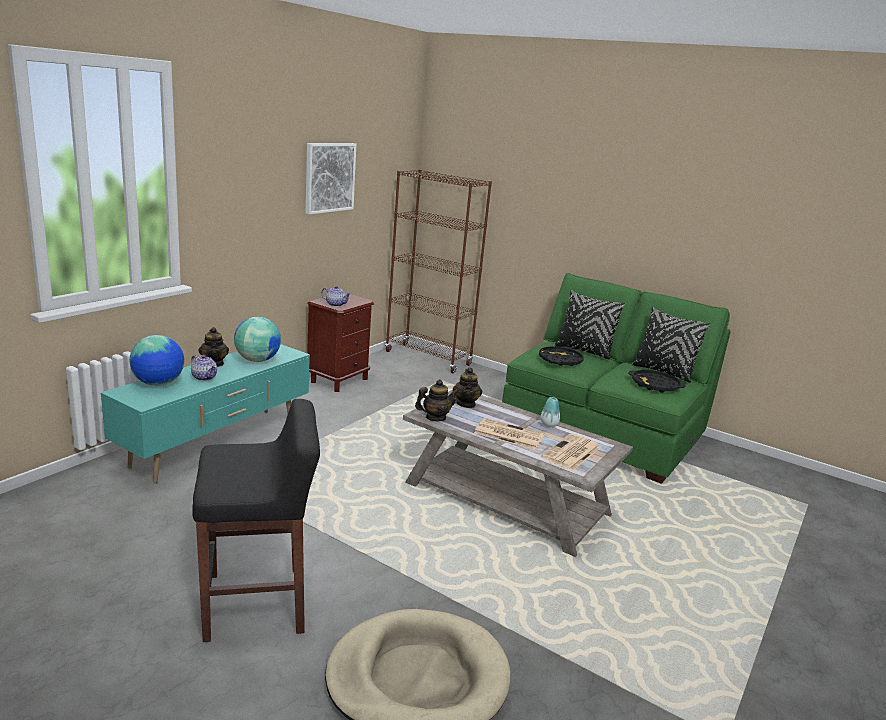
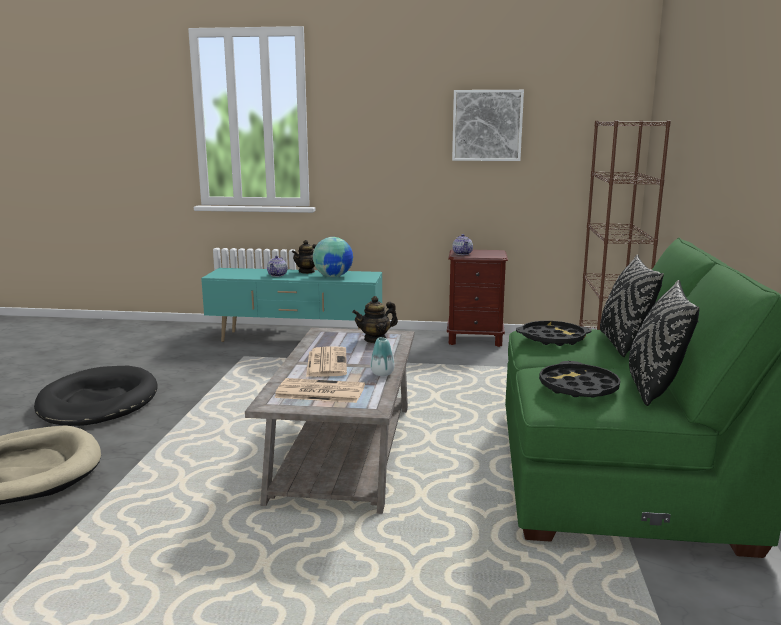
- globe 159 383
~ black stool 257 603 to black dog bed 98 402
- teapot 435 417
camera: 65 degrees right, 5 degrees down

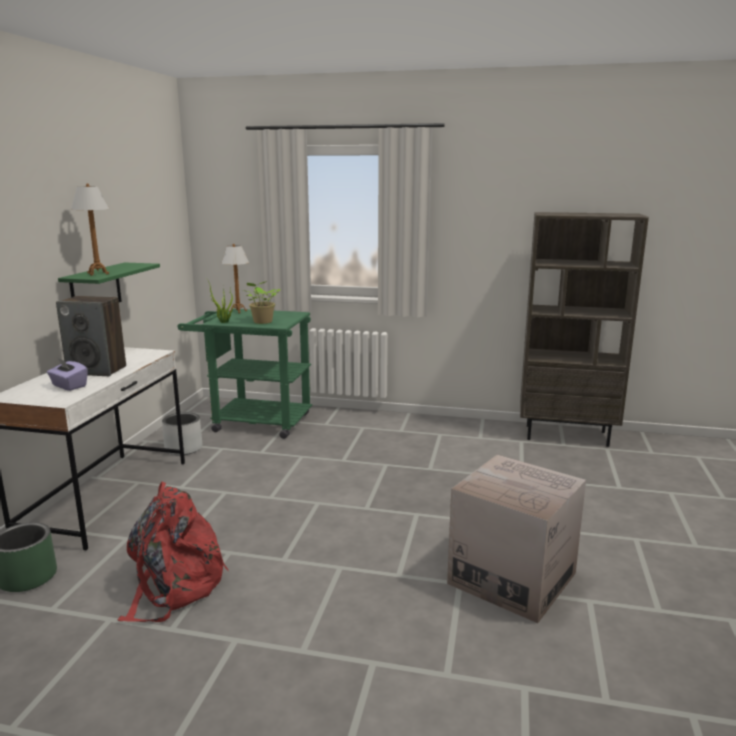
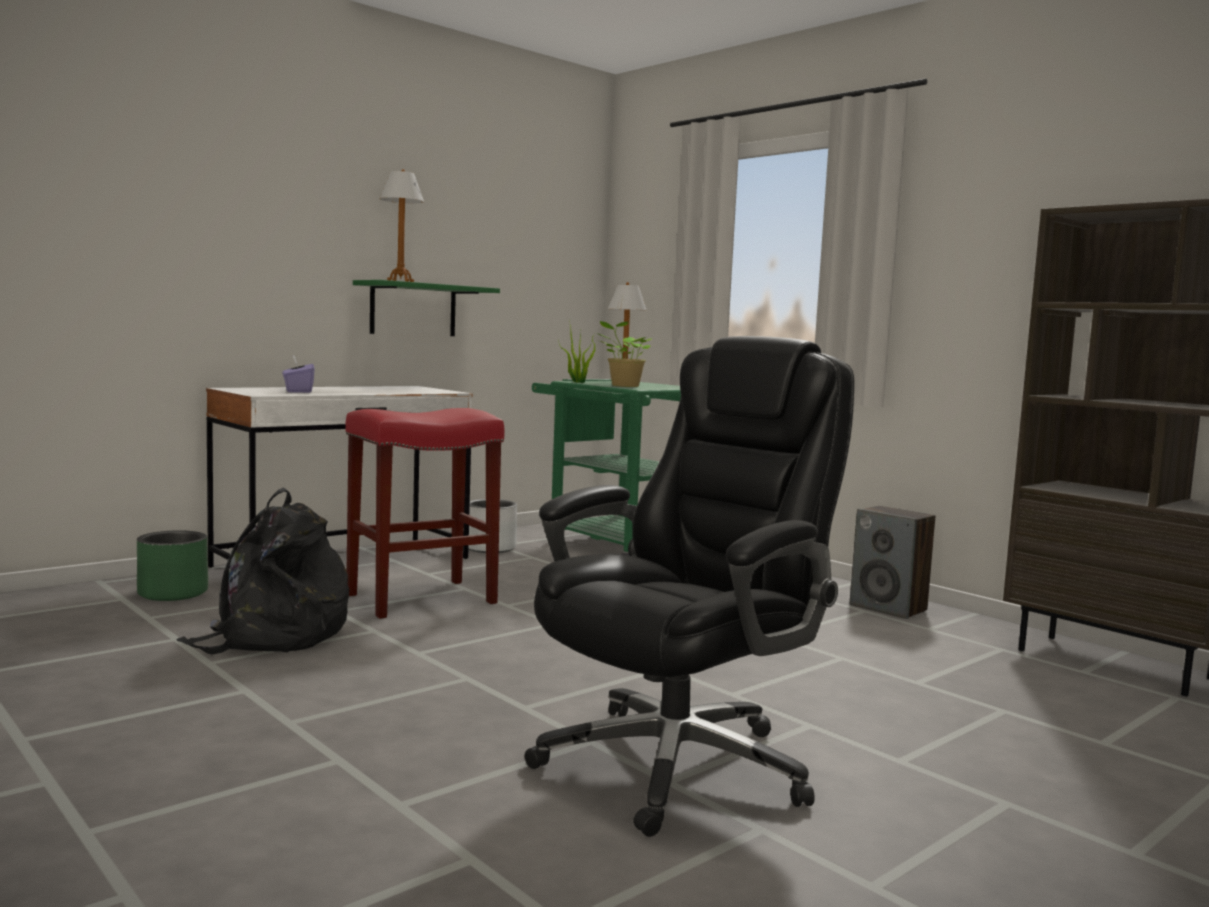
~ speaker 97 370 to 889 608
~ red backpack 174 586 to black backpack 273 636
~ cardboard box 512 578 to black office chair 679 764
+ red stool 419 599
camera: 35 degrees right, 10 degrees down

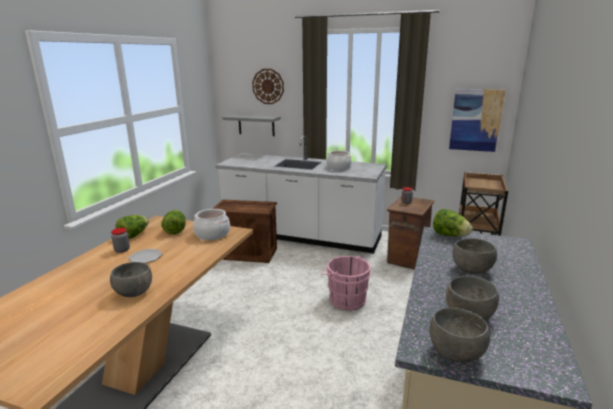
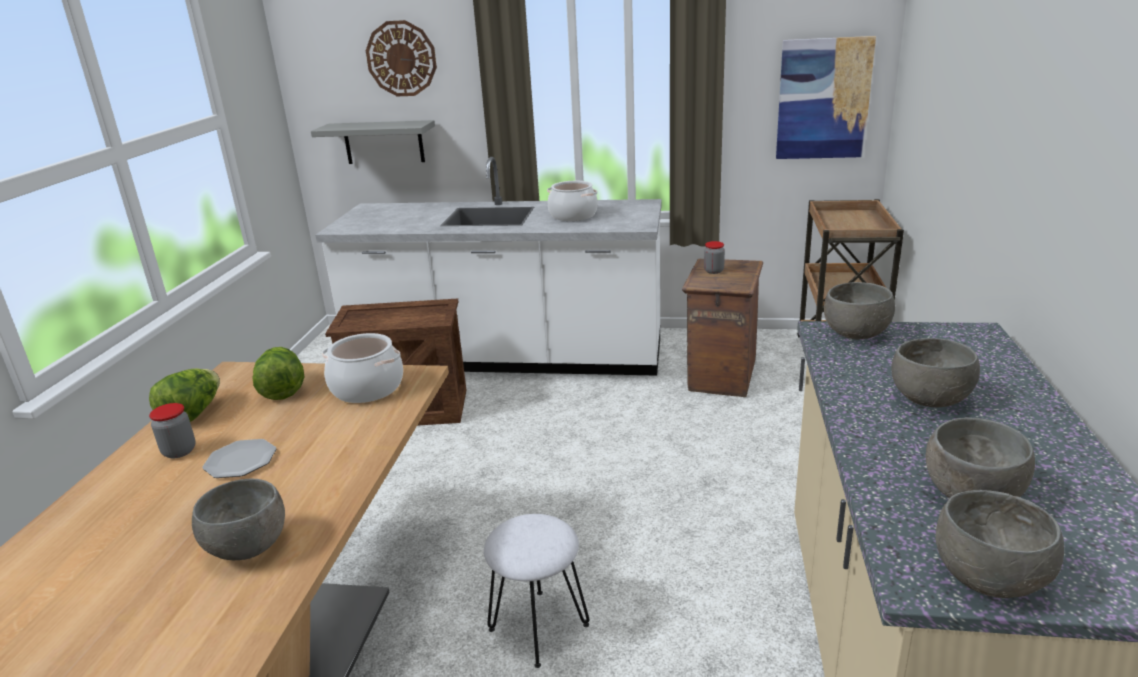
- pink bucket 345 299
~ lettuce 450 235 to grey bowl 855 334
+ white stool 539 627
camera: 10 degrees left, 5 degrees up

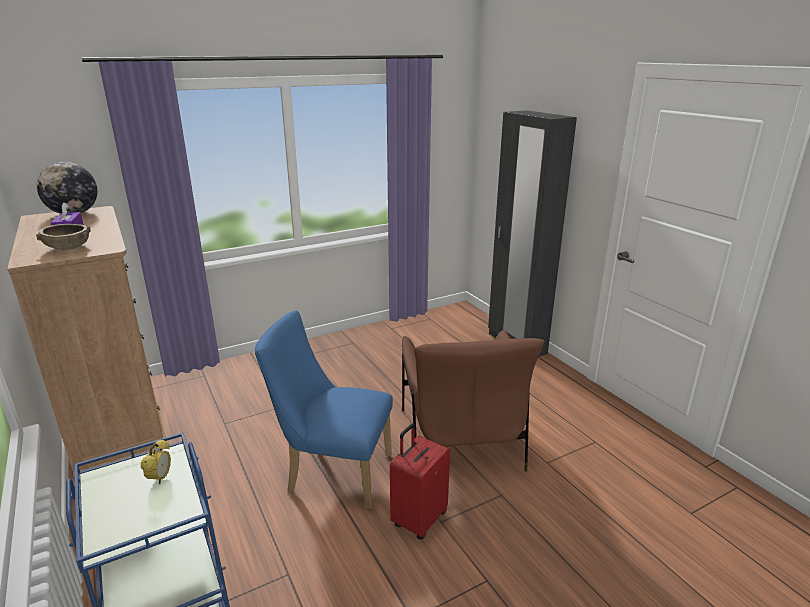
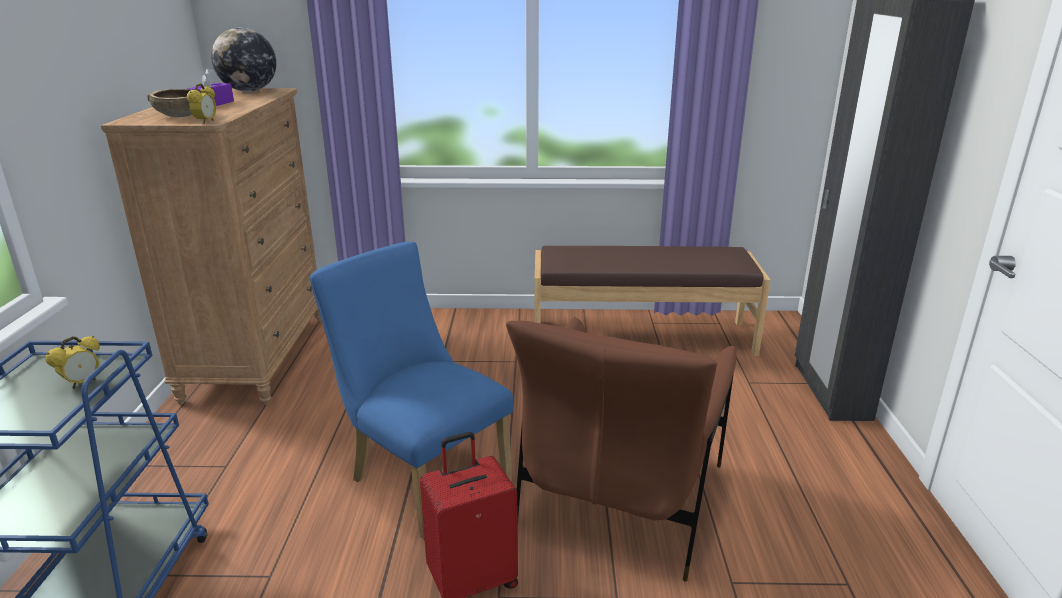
+ alarm clock 206 122
+ brown bench 641 336
camera: 30 degrees right, 0 degrees up

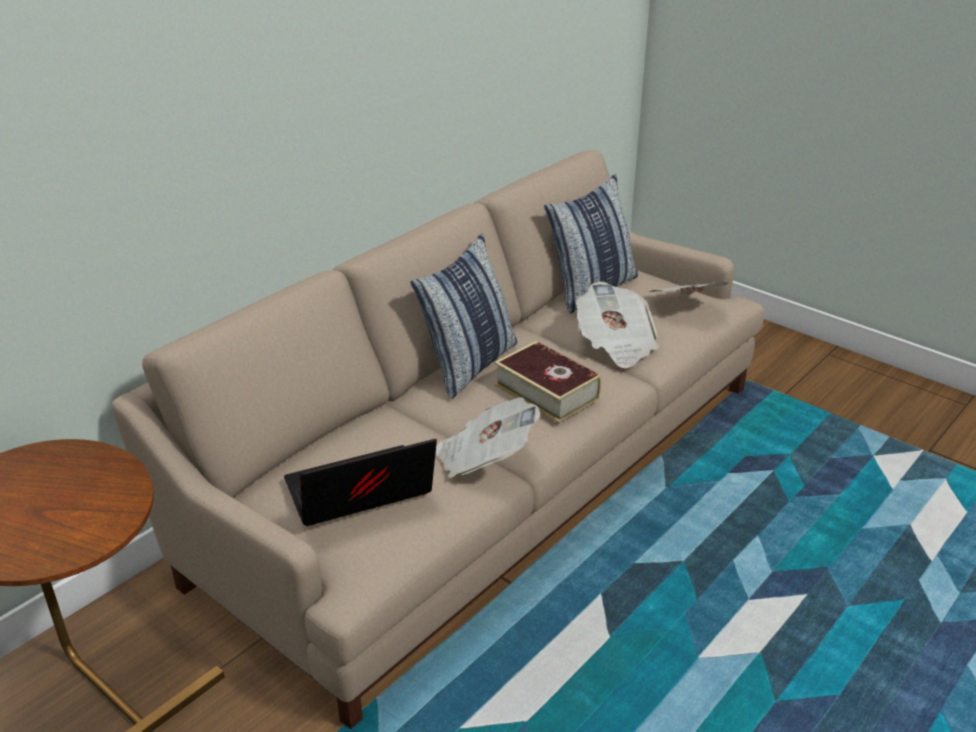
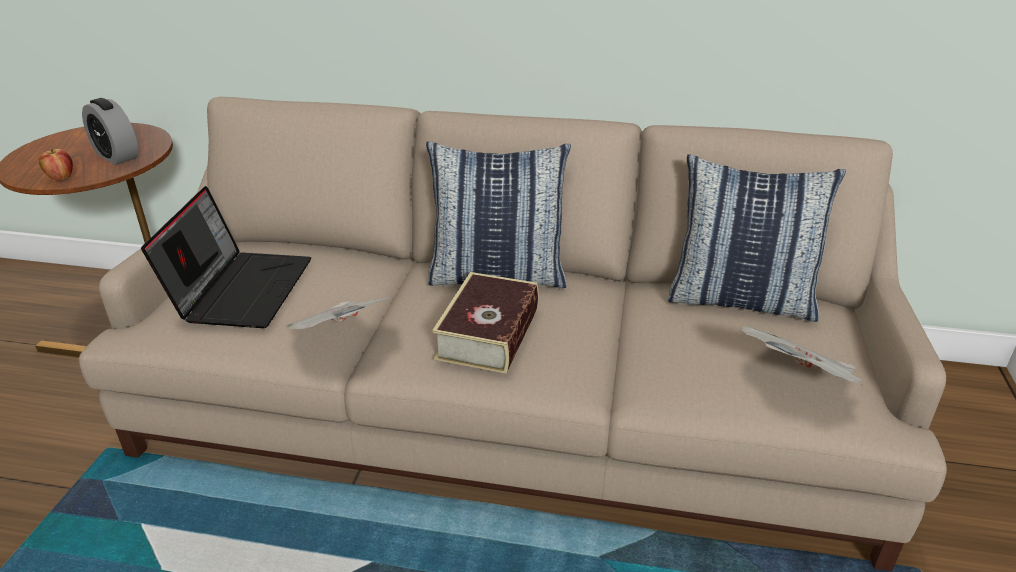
~ laptop 358 495 = 241 289 60 degrees clockwise
- newspaper 615 345
+ apple 61 177
+ alarm clock 117 156
camera: 60 degrees right, 0 degrees up

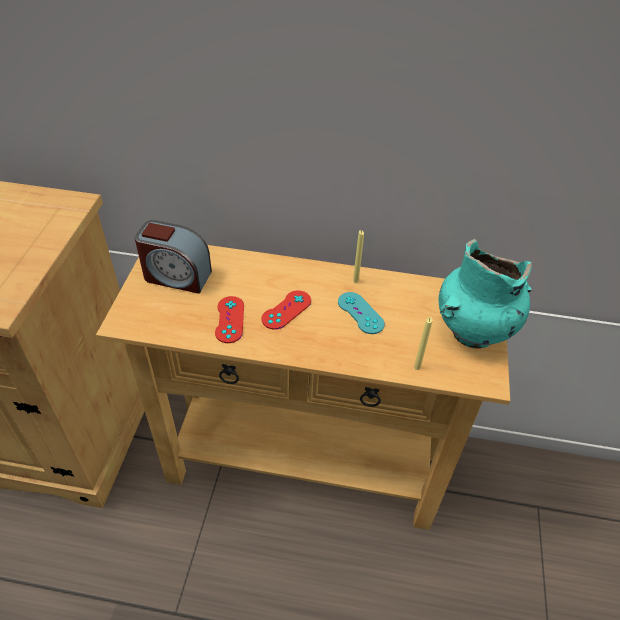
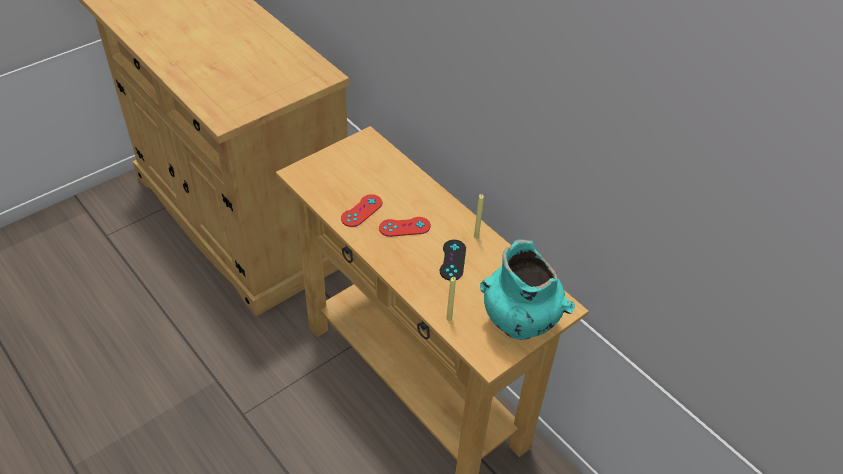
- alarm clock 176 276
~ turquoise game controller 360 313 to black game controller 452 260
camera: 40 degrees right, 0 degrees up

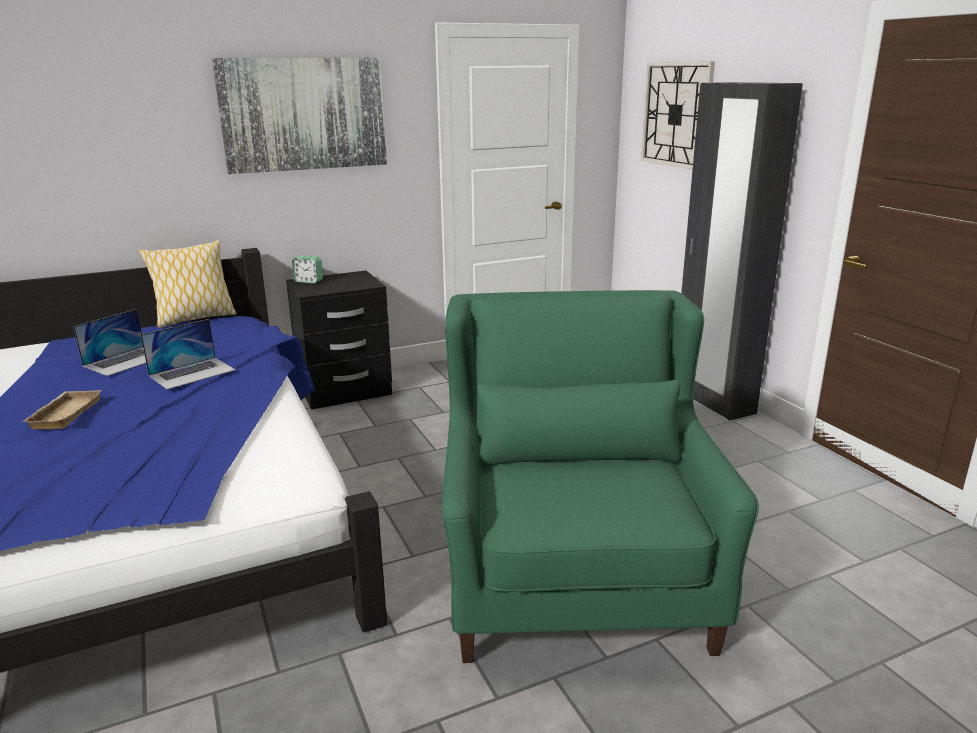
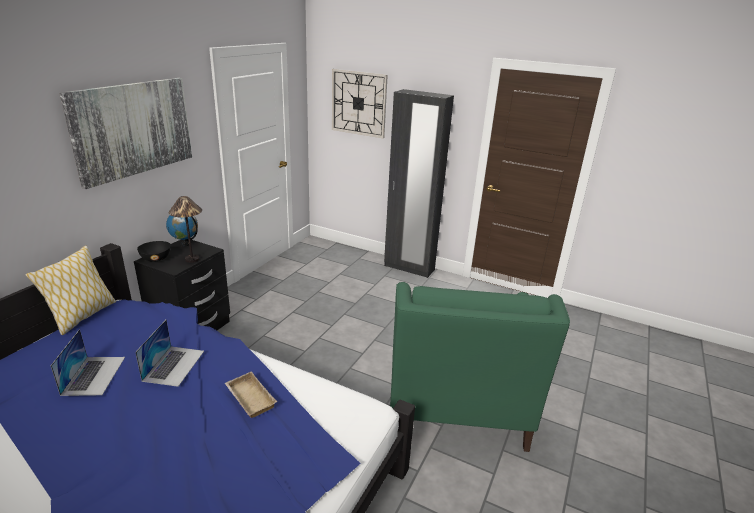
~ beige tray 64 414 to 248 398
~ alarm clock 308 281 to black bowl 156 258
~ green armchair 574 576 = 456 395 135 degrees counterclockwise
+ globe 185 244
+ table lamp 192 260
camera: 40 degrees left, 5 degrees up

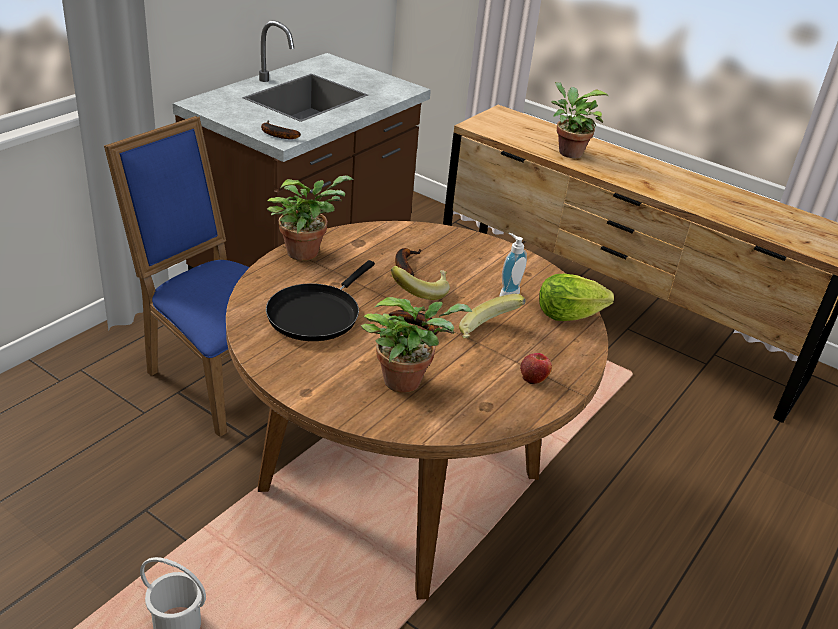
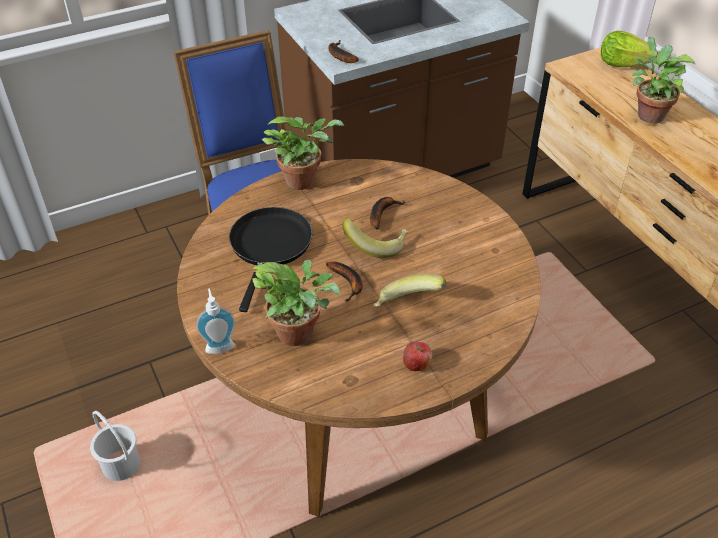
~ black frying pan 316 314 = 269 246 135 degrees clockwise
~ soap dispenser 507 293 to 219 345
~ lettuce 567 315 to 622 64
camera: 30 degrees right, 10 degrees up

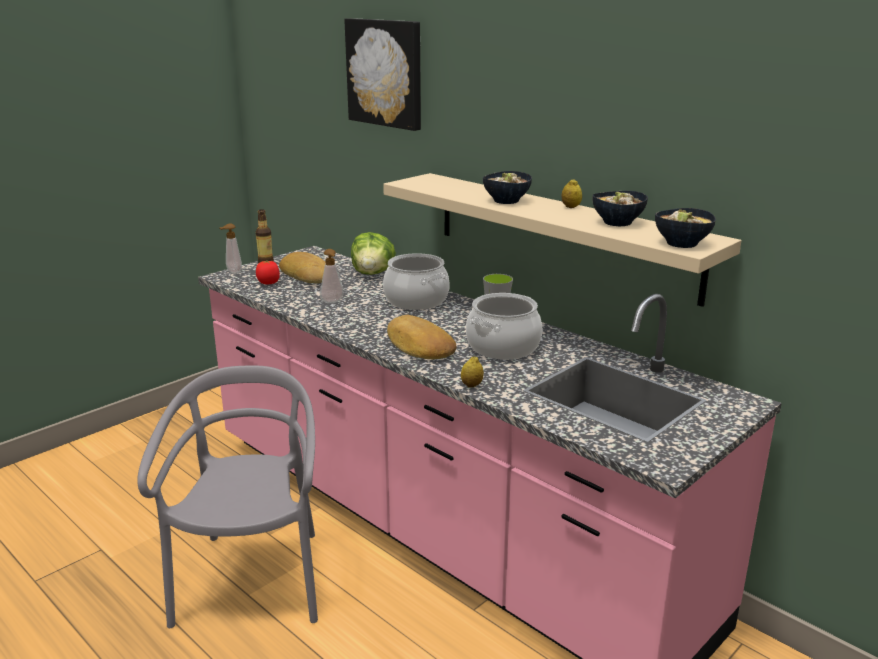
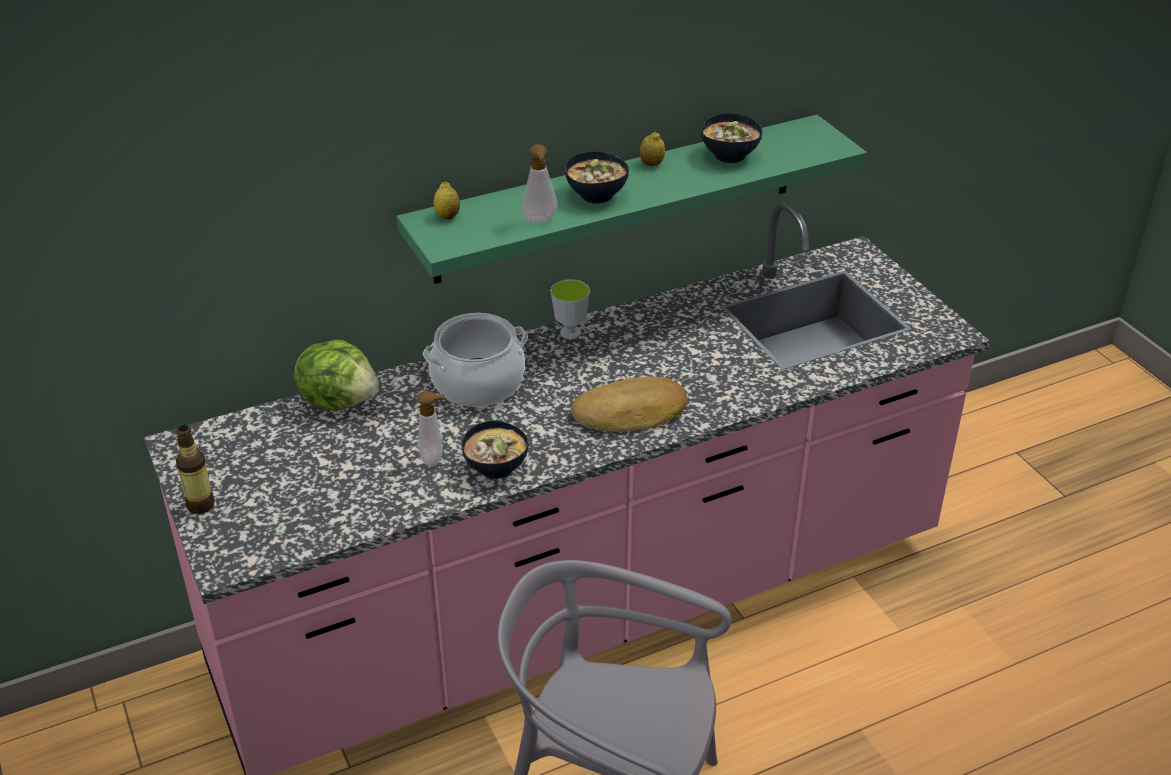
~ soap dispenser 233 272 to 540 221
- tomato 268 283
- bread 307 275
- picture 386 73
~ beige shelf 561 234 to green shelf 618 198
~ lemon 471 385 to 447 216
- cooking pot 502 347
~ bowl 680 243 to 495 468
camera: 70 degrees left, 15 degrees up

